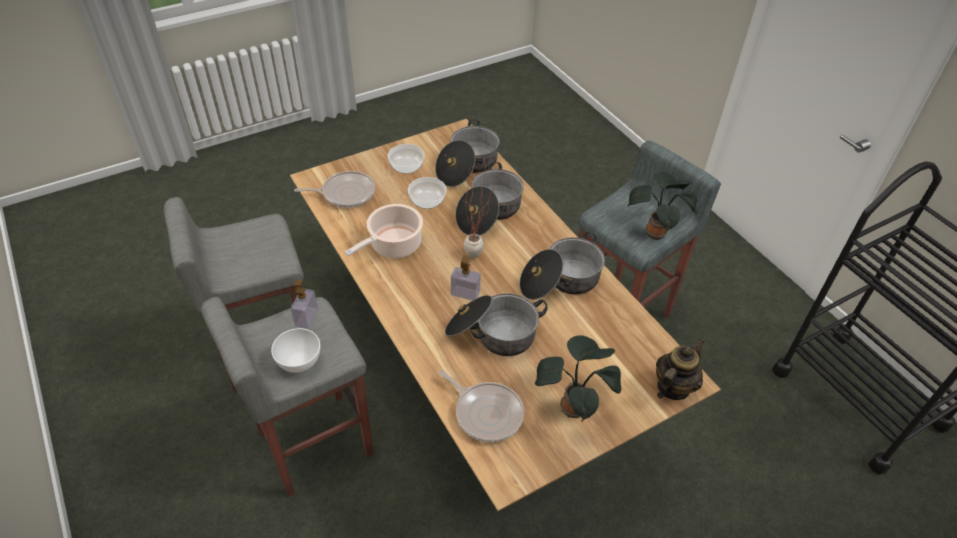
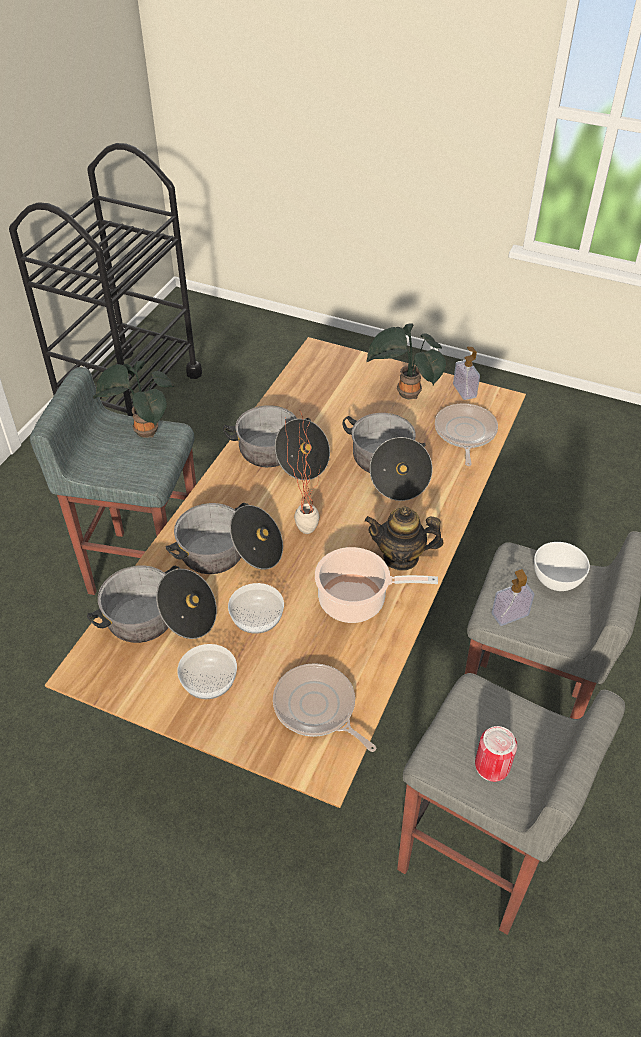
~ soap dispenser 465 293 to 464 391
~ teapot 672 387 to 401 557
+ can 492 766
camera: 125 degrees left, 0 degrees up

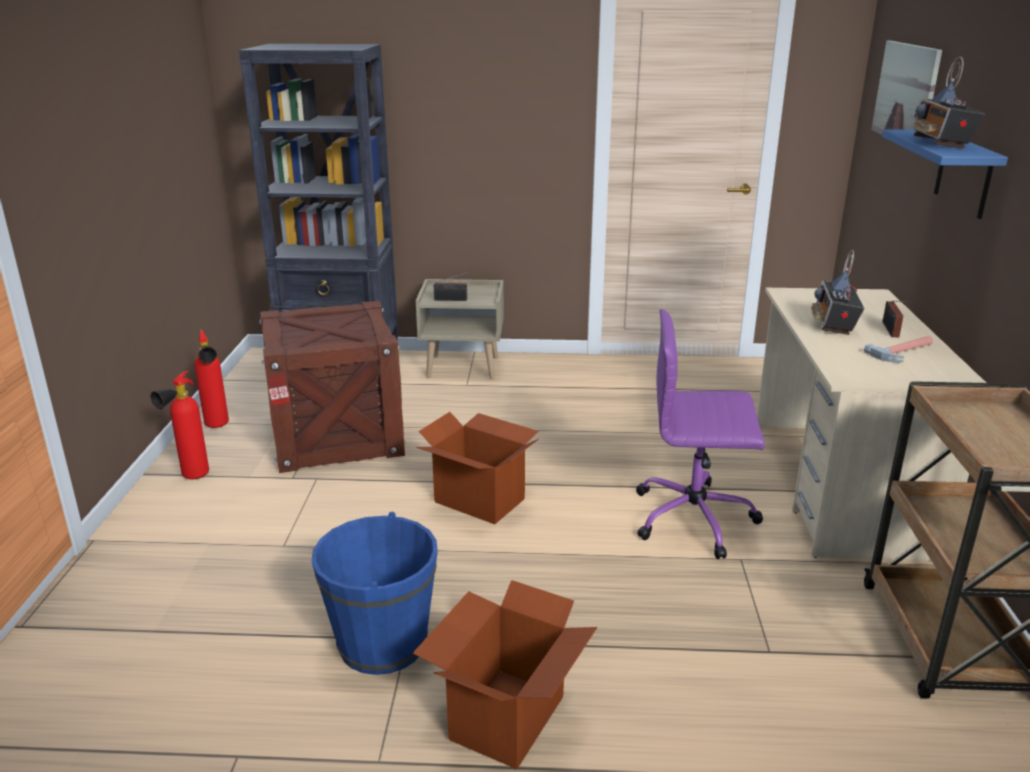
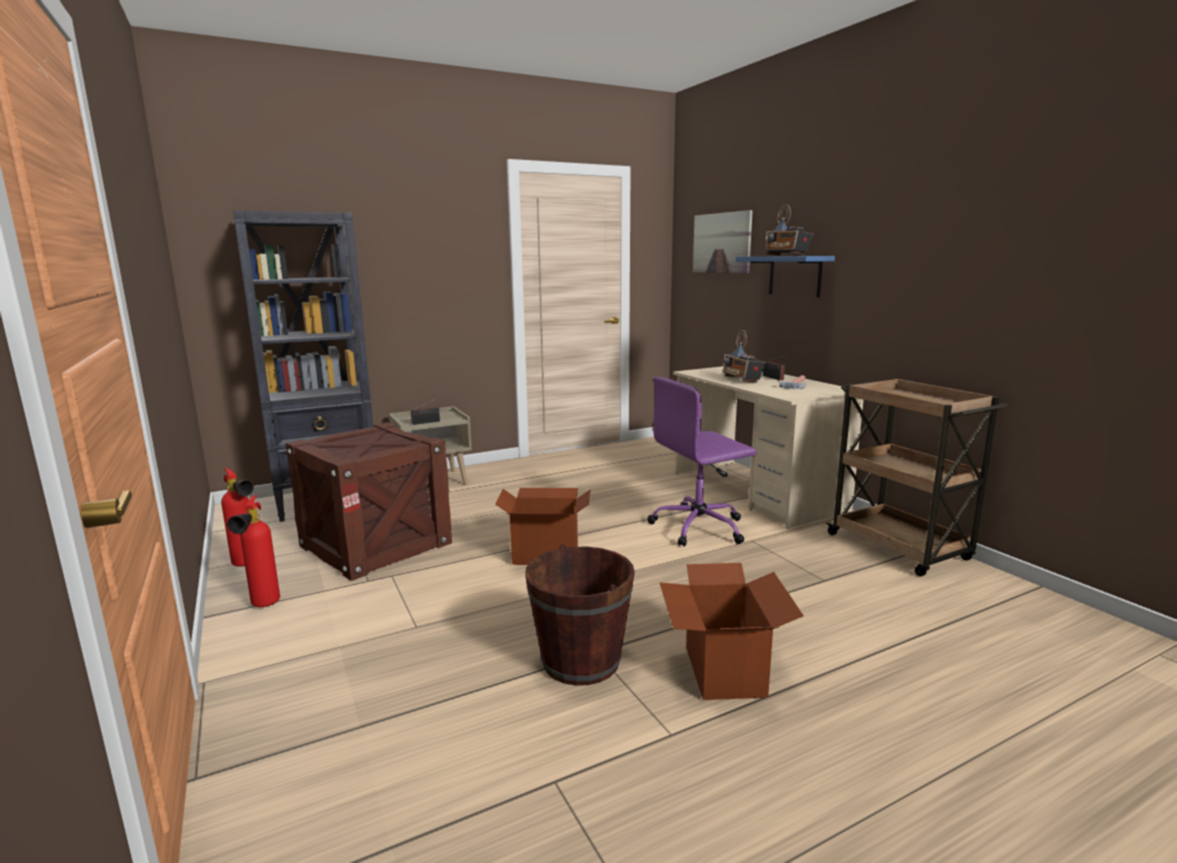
~ blue bucket 382 643 to brown bucket 581 661
camera: 30 degrees left, 10 degrees down

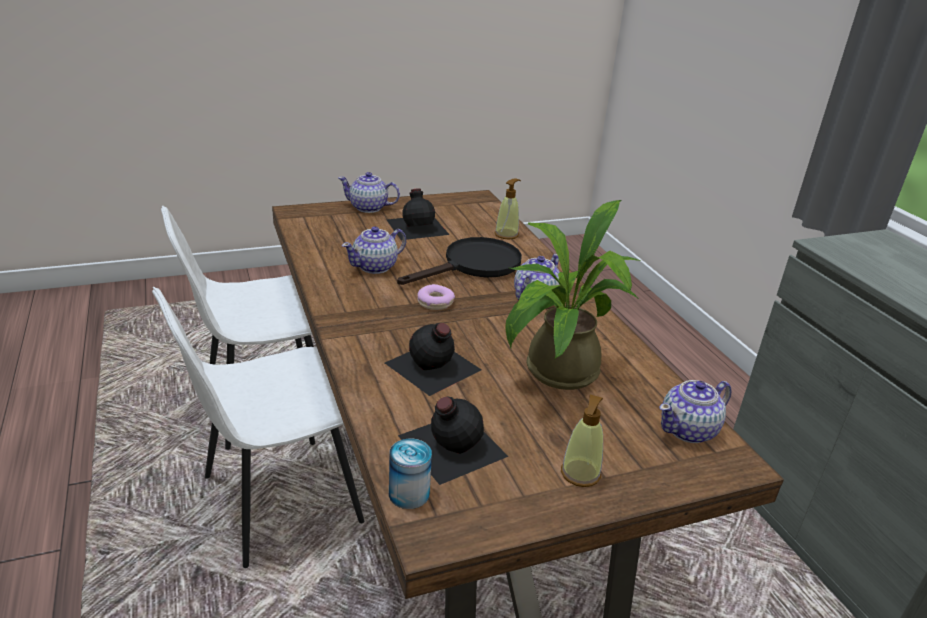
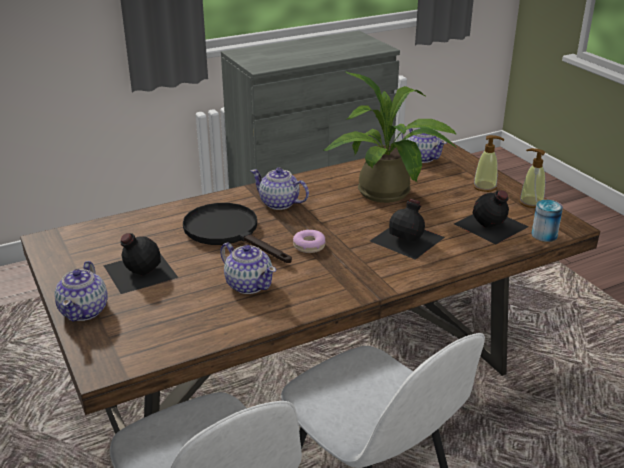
~ soap dispenser 506 234 to 531 202
camera: 95 degrees left, 0 degrees up

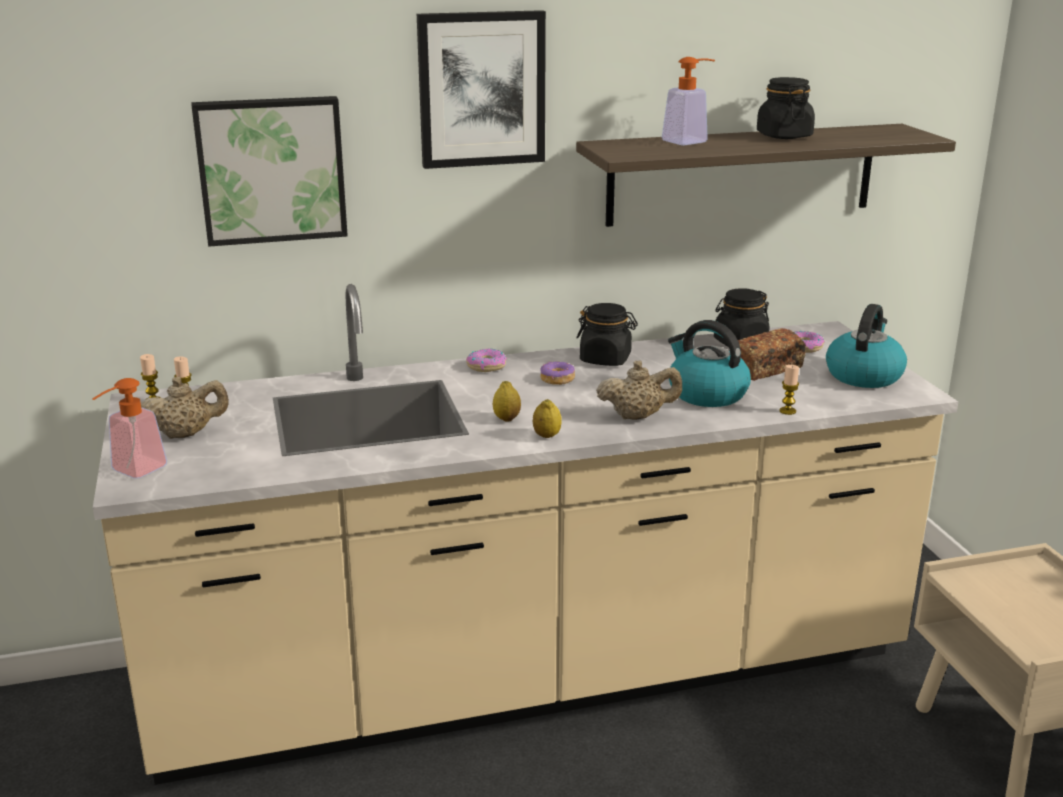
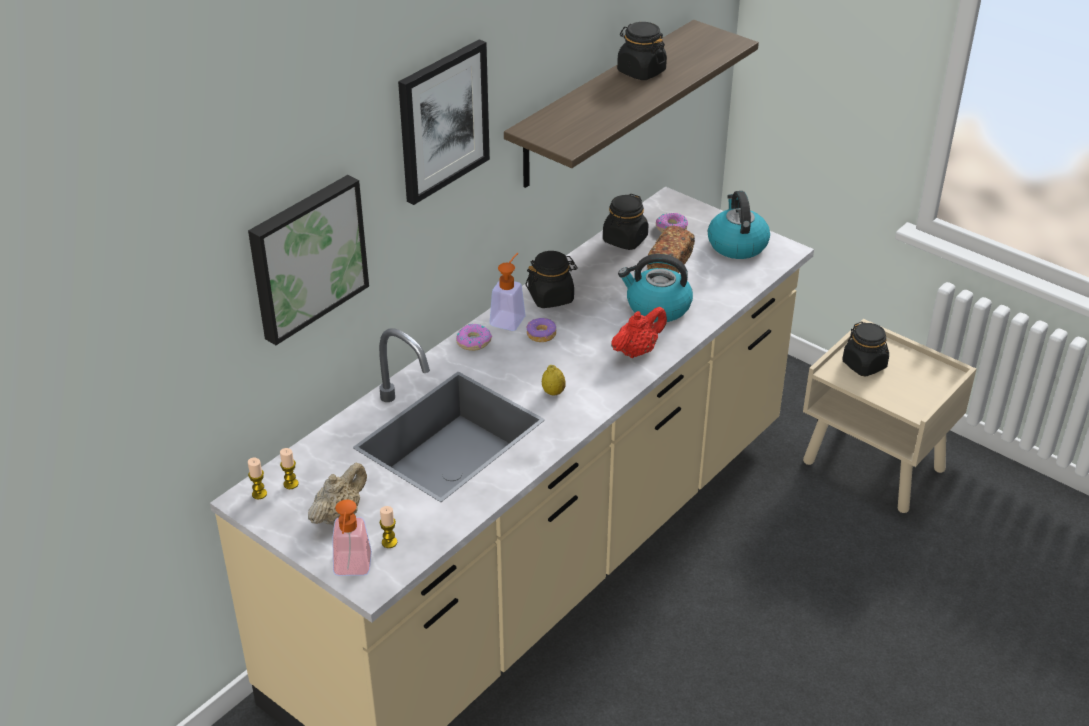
- lemon 547 436
~ beige teapot 638 416 to red teapot 637 351
~ soap dispenser 690 141 to 510 317
~ candle 787 411 to 389 542
+ black jar 864 365
camera: 35 degrees left, 15 degrees up

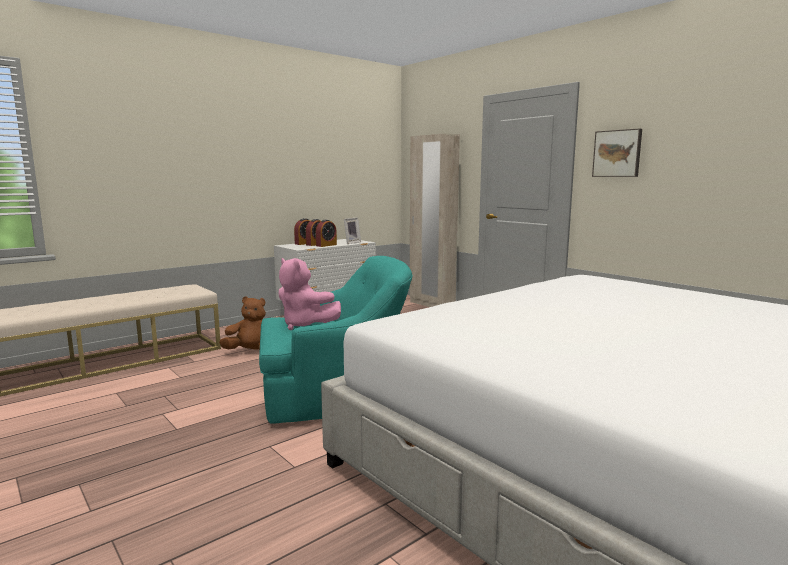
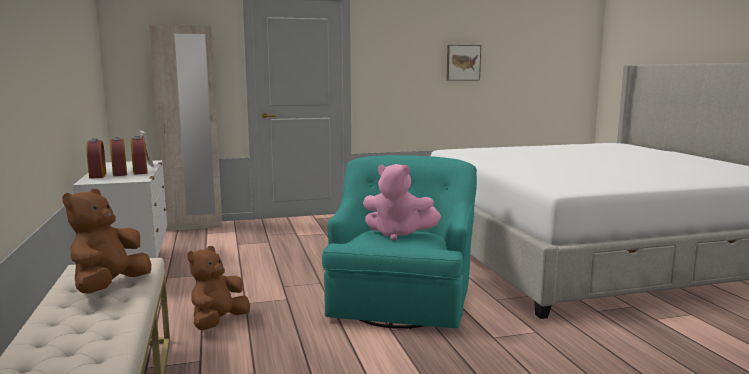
~ pink plush toy 305 325 = 398 234 45 degrees clockwise
~ picture 617 153 to 462 62
+ brown plush toy 109 287
camera: 65 degrees left, 0 degrees up

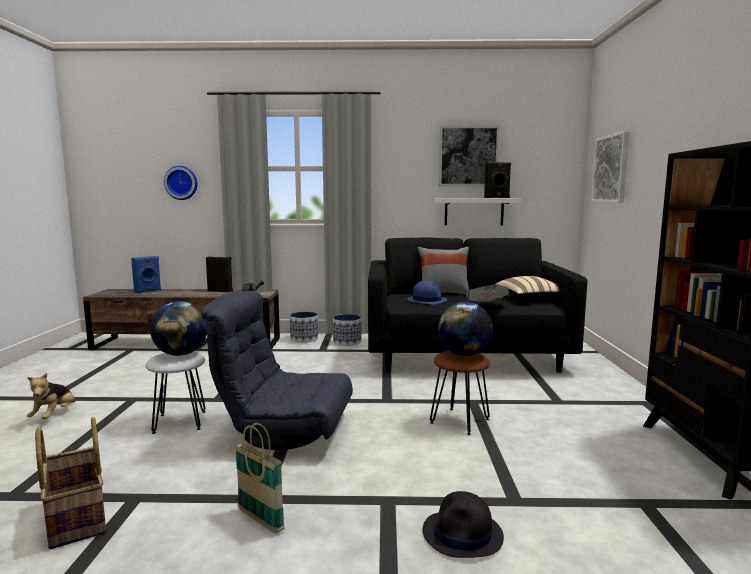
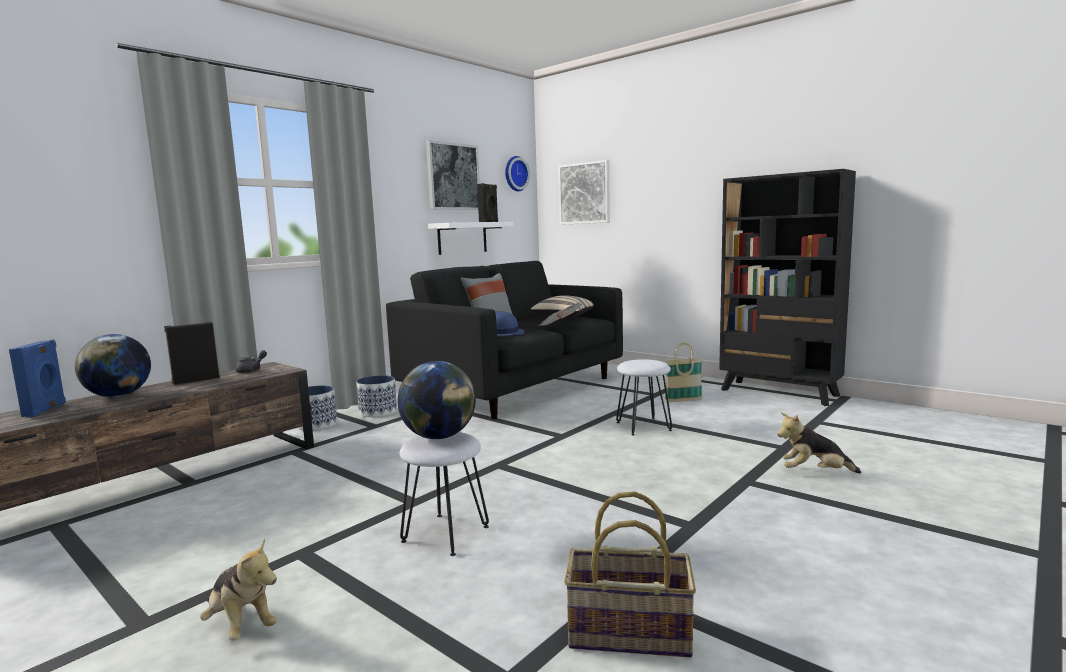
~ wall clock 181 183 to 515 174
- grey armchair 285 431
~ basket 260 520 to 683 400
~ black hat 463 534 to plush toy 814 472
~ brown stool 459 421 to white stool 643 426
~ globe 464 355 to 118 396
camera: 50 degrees left, 0 degrees up

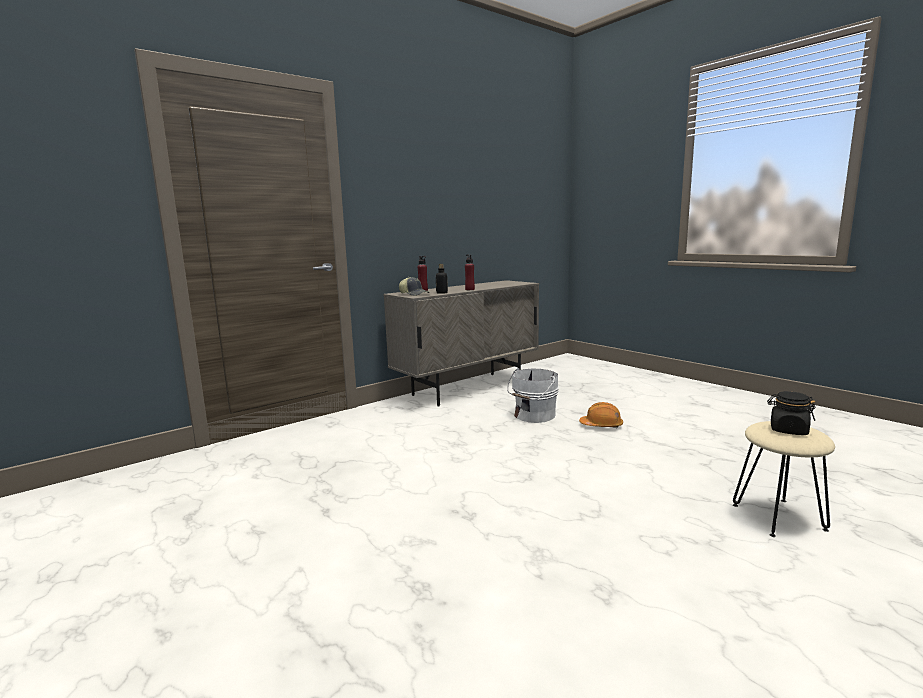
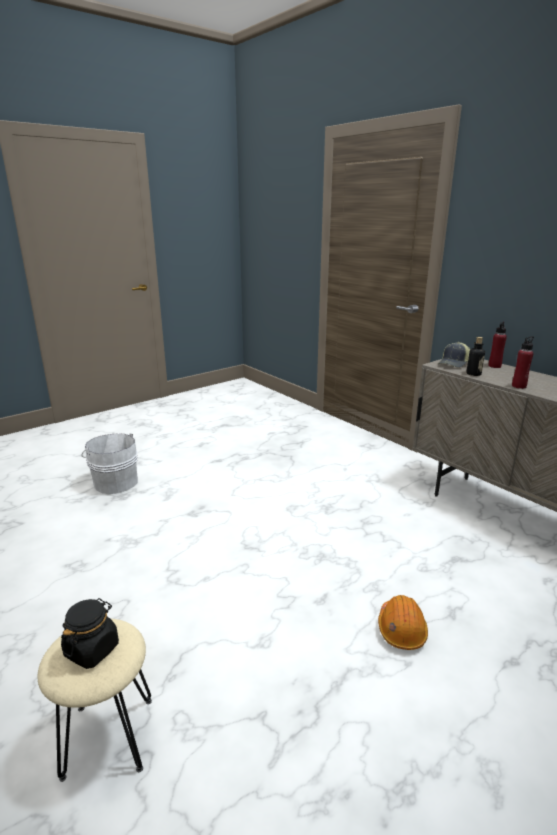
~ white bucket 533 416 to 115 482
camera: 90 degrees right, 10 degrees up

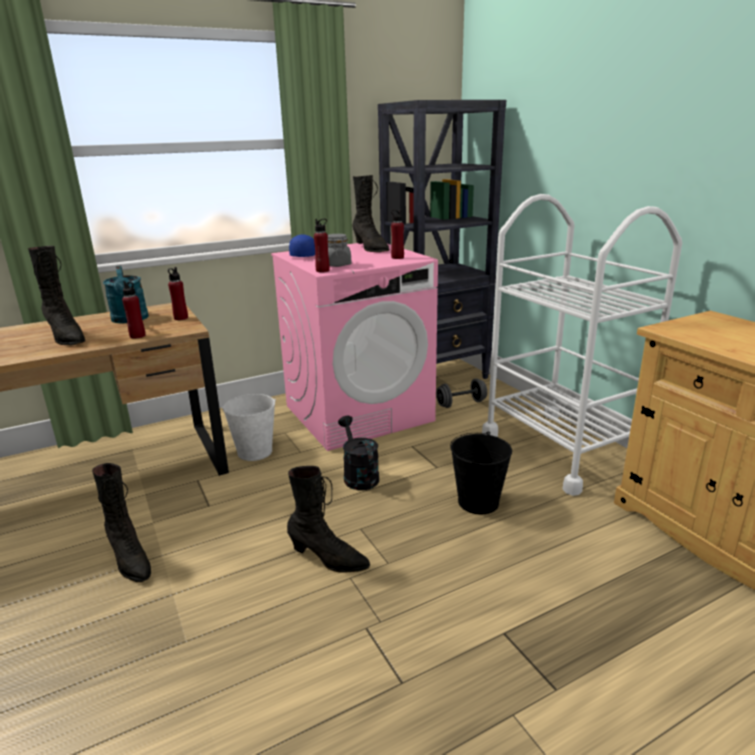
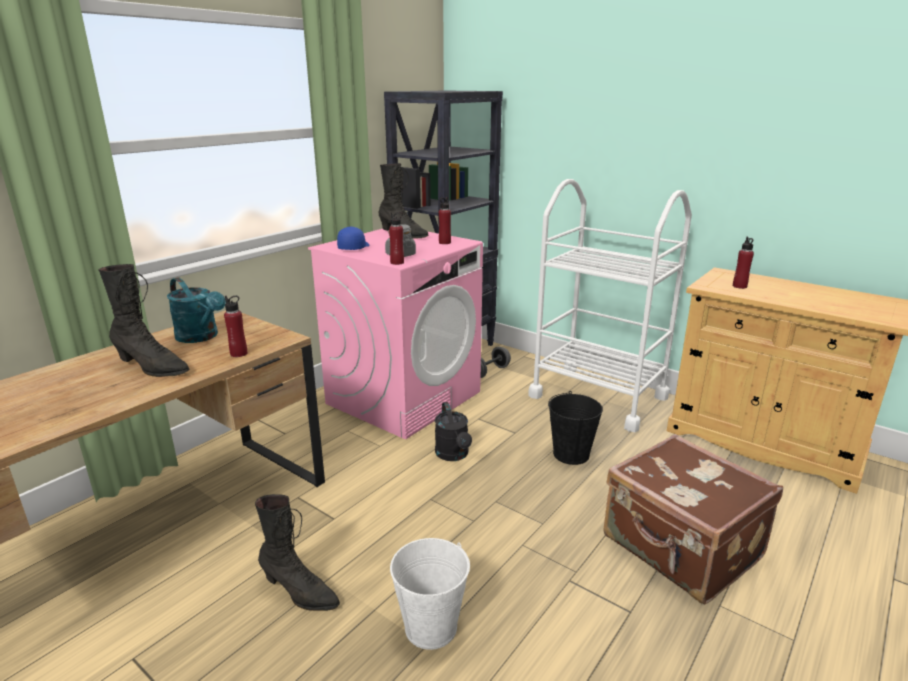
~ red bottle 181 318 to 739 286
~ white bucket 254 451 to 430 627
- black boot 328 559
~ black watering can 358 475 = 454 455 150 degrees counterclockwise
+ brown suitcase 680 549
camera: 25 degrees left, 0 degrees up

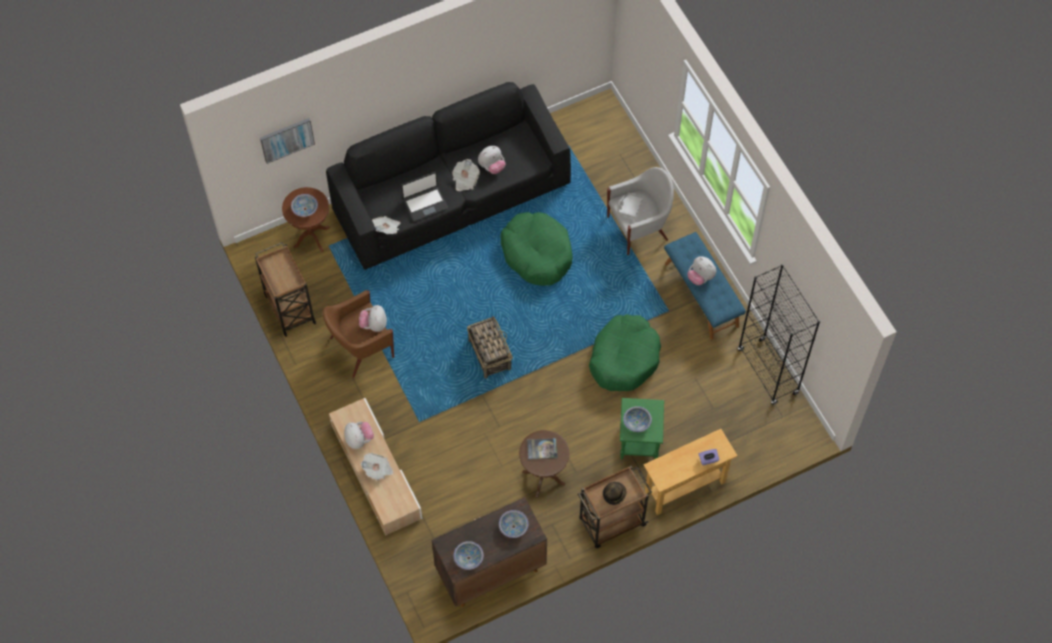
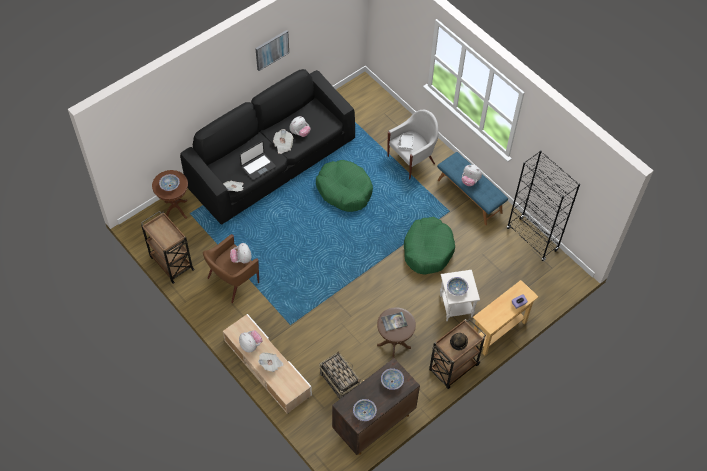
~ picture 287 139 to 271 50
~ basket 489 354 to 339 382
~ green side table 640 443 to white side table 456 307
camera: 15 degrees left, 5 degrees down

